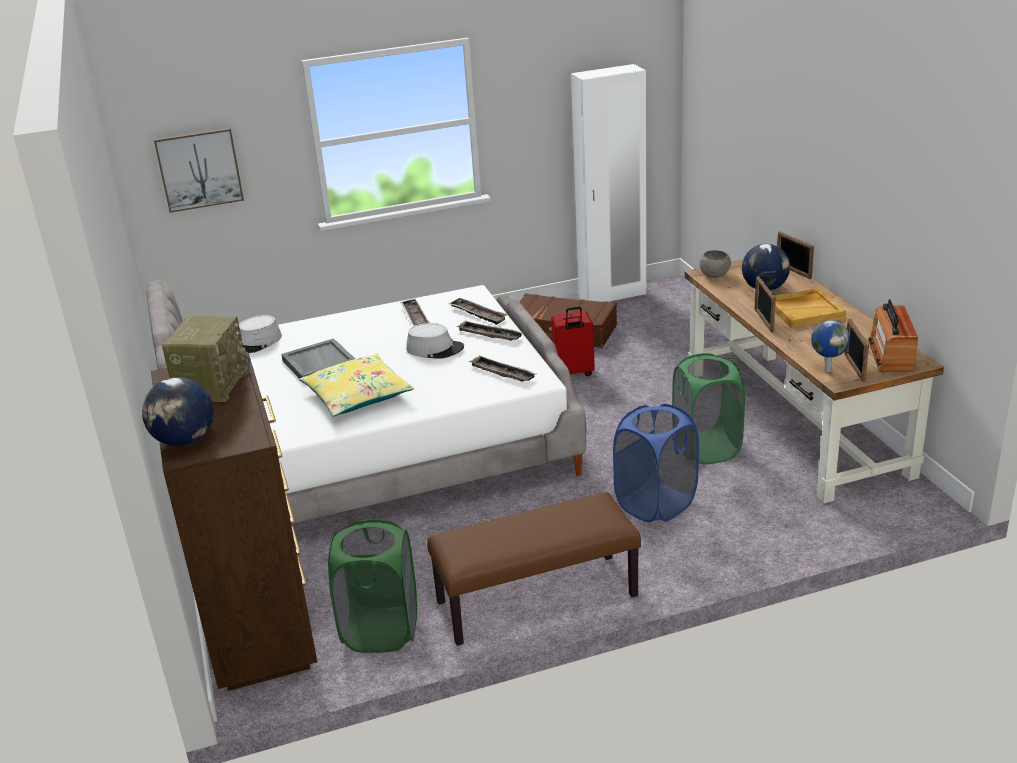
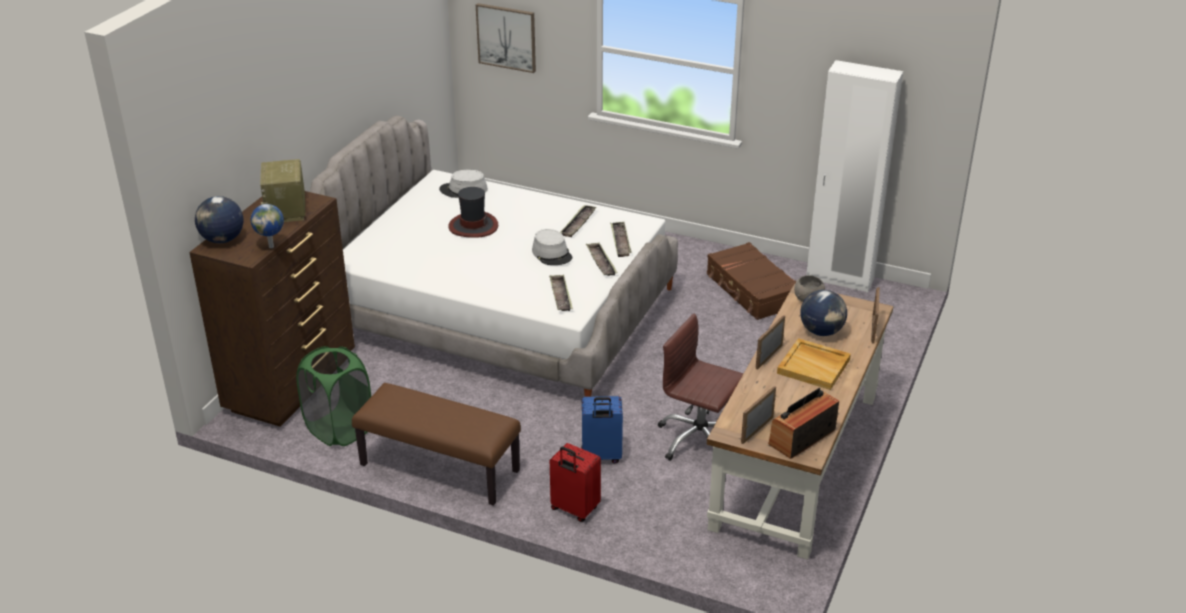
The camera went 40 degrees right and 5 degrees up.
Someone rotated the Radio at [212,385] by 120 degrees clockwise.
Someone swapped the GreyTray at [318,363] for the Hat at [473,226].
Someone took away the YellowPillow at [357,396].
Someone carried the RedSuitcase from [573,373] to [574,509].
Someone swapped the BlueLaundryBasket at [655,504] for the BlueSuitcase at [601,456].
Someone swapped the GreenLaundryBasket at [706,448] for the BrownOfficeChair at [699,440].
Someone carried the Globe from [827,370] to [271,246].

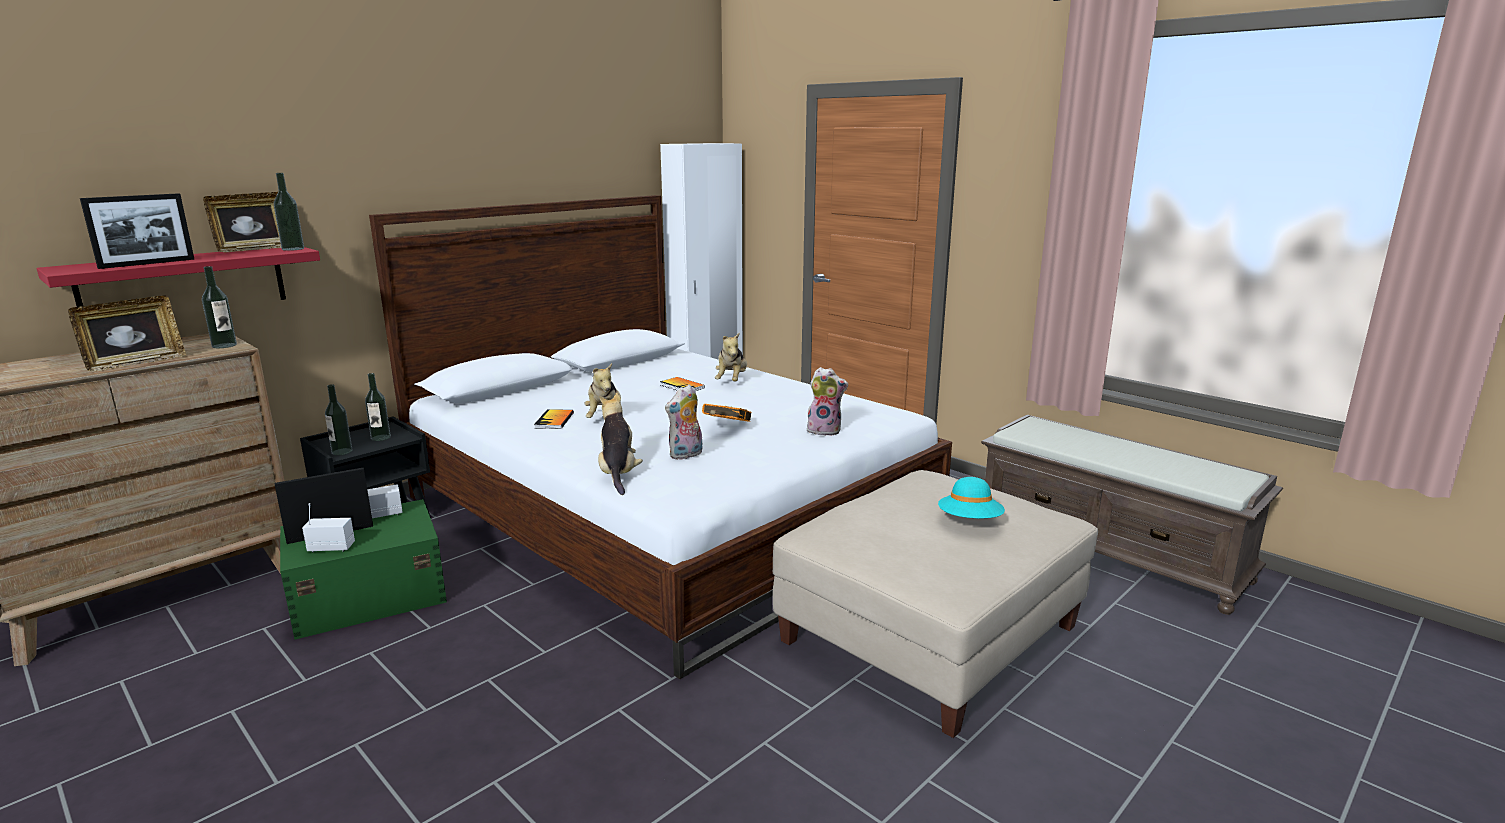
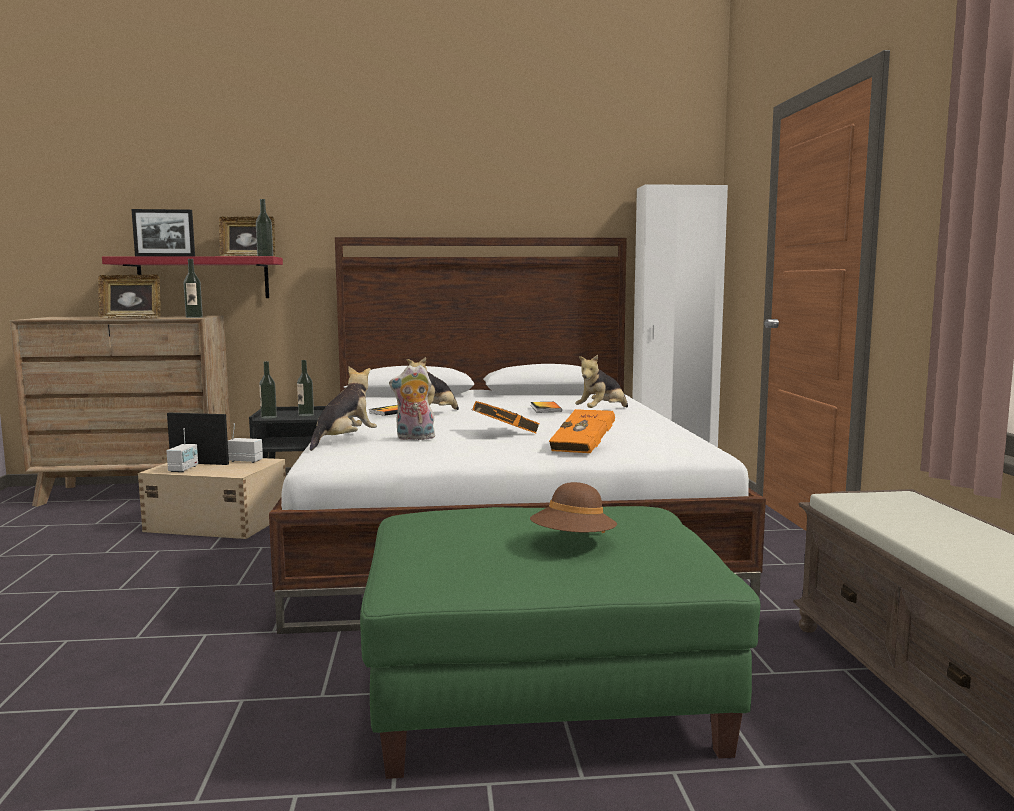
The camera went 40 degrees right and 10 degrees down.
Someone repainted the GreenStorageBox at [367,595], which became the BeigeStorageBox at [216,522].
Someone rotated the Radio at [331,547] by 60 degrees clockwise.
Someone repainted the BeigeOttoman at [929,633], which became the GreenOttoman at [543,690].
Someone swapped the PlushToy at [825,430] for the OrangeBook at [584,448].
Someone repainted the TurquoiseHat at [969,521], which became the BrownHat at [573,542].

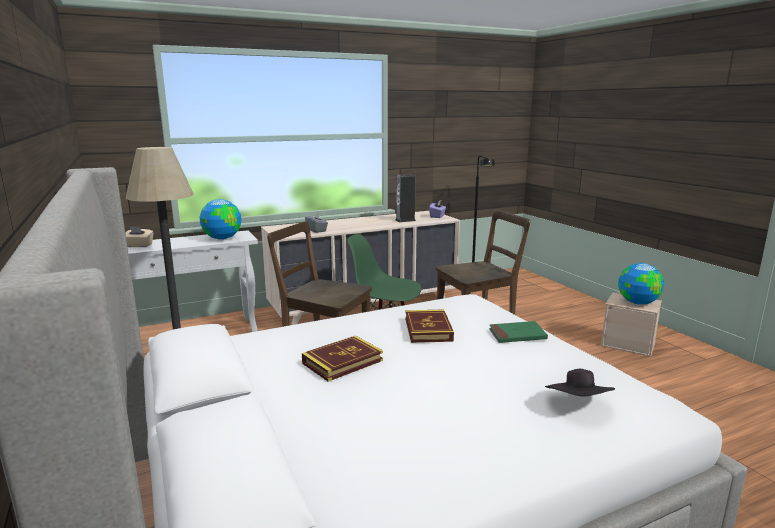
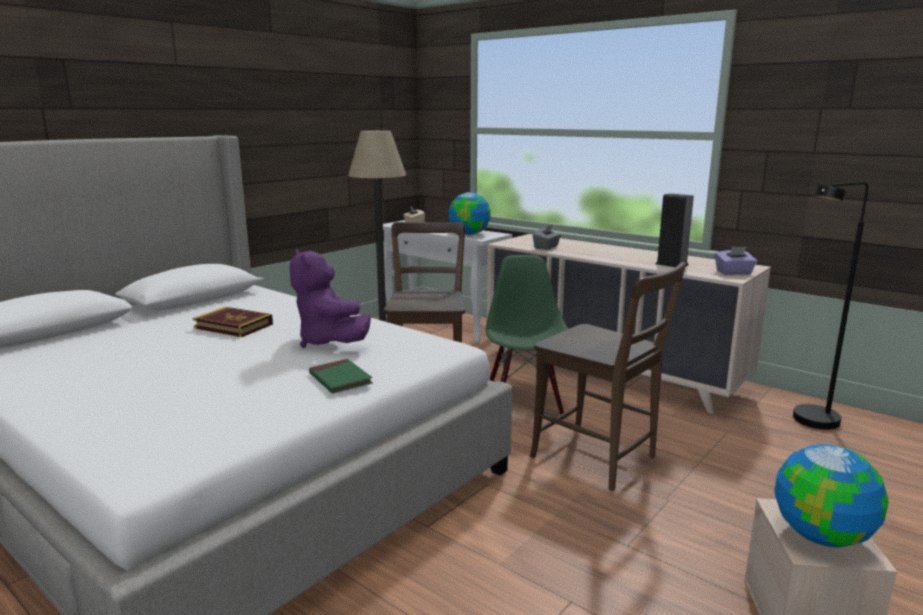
The camera went 65 degrees right and 0 degrees up.
Someone swapped the Book at [428,329] for the PurplePlushToy at [329,342].
Someone took away the BlackHat at [578,404].

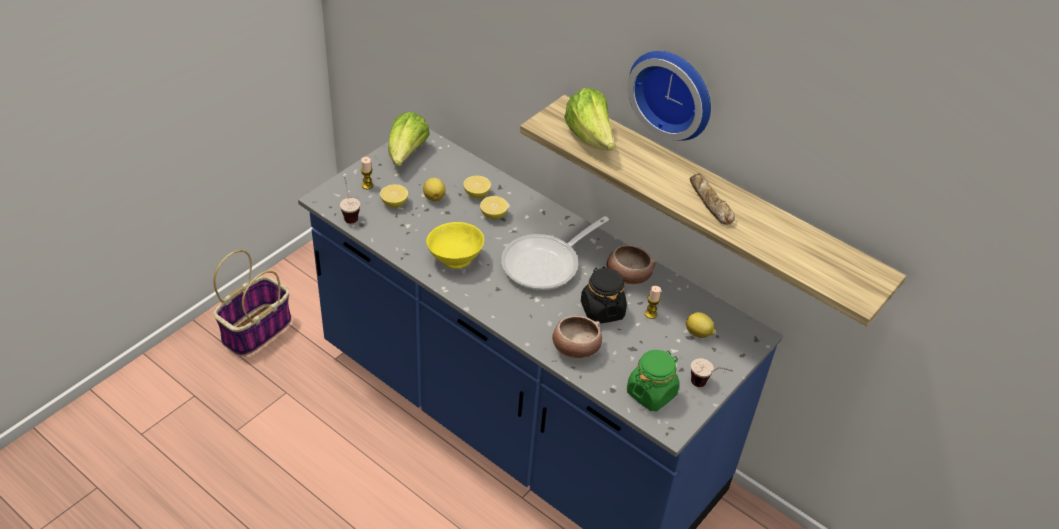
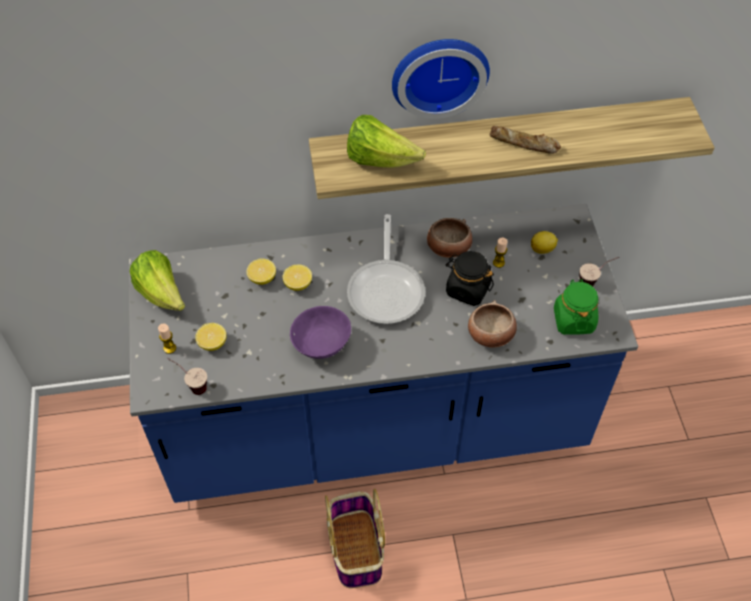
The camera went 45 degrees left and 10 degrees up.
Someone carried the Basket from [257,329] to [355,548].
Someone took away the Lemon at [434,197].
Someone repainted the YellowBowl at [455,258], which became the PurpleBowl at [321,345].

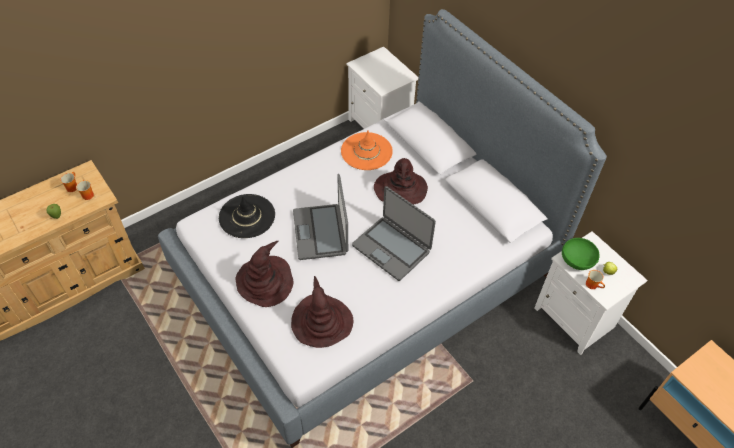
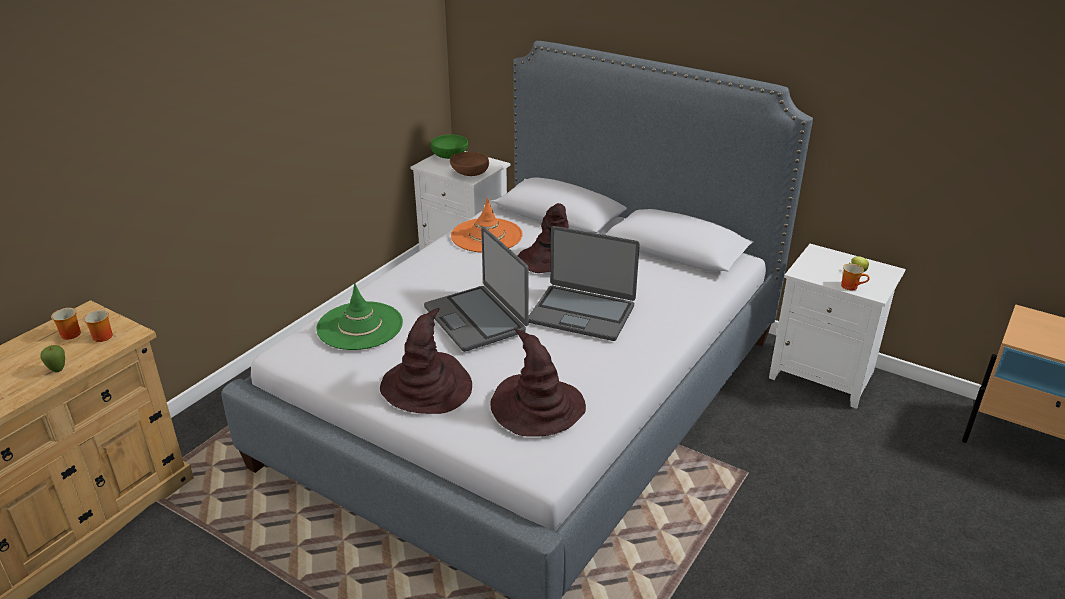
The camera went 20 degrees left and 20 degrees down.
Someone repainted the BlackHat at [247,216], which became the GreenHat at [360,326].
Someone carried the GreenBowl from [577,260] to [450,156].
Someone put down the BrownBowl at [469,174].

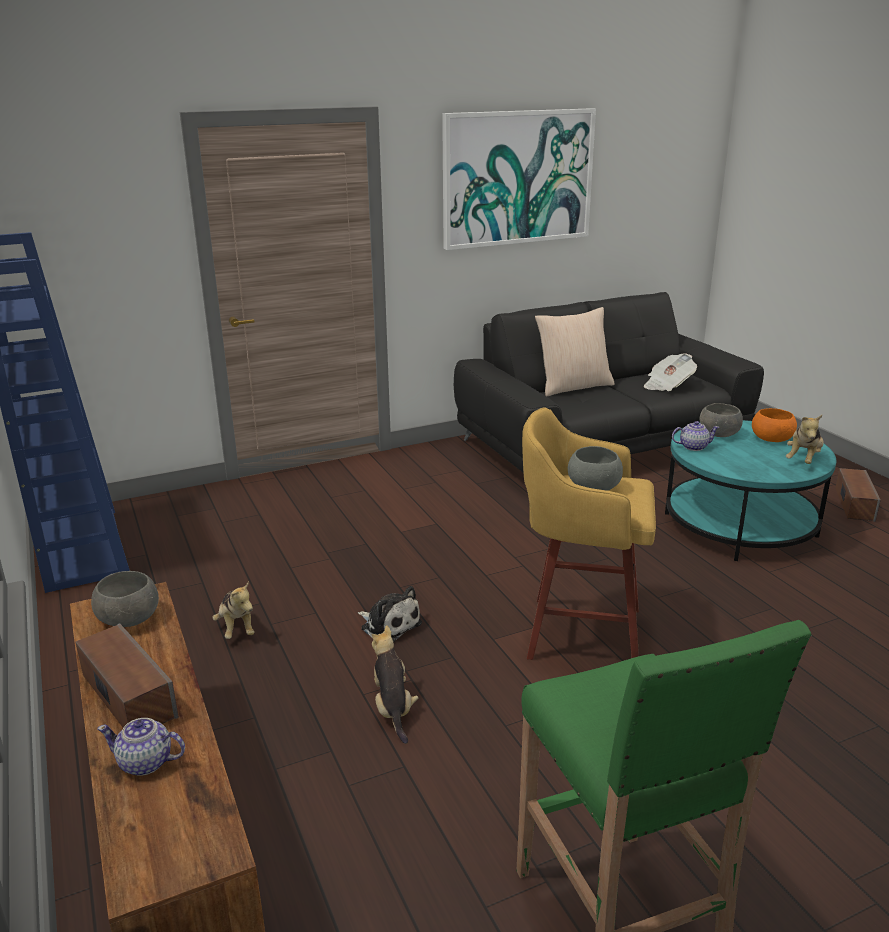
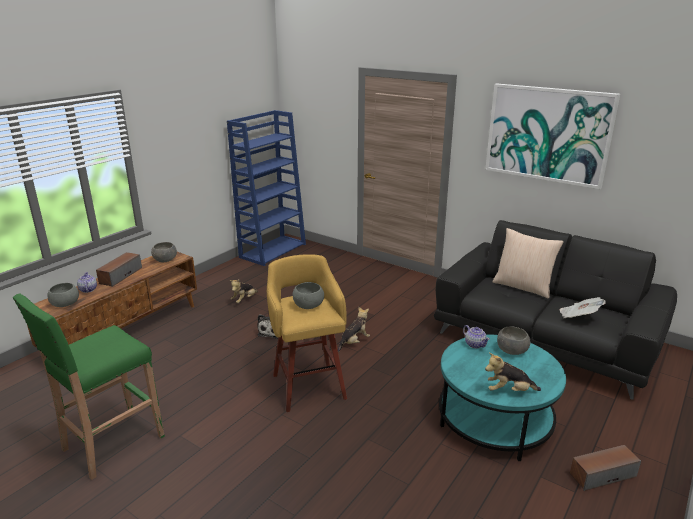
The camera went 60 degrees right and 0 degrees up.
Someone carried the PlushToy from [393,708] to [354,342].
Someone took away the OrangeBowl at [772,438].
Someone put down the GreyBowl at [65,304].

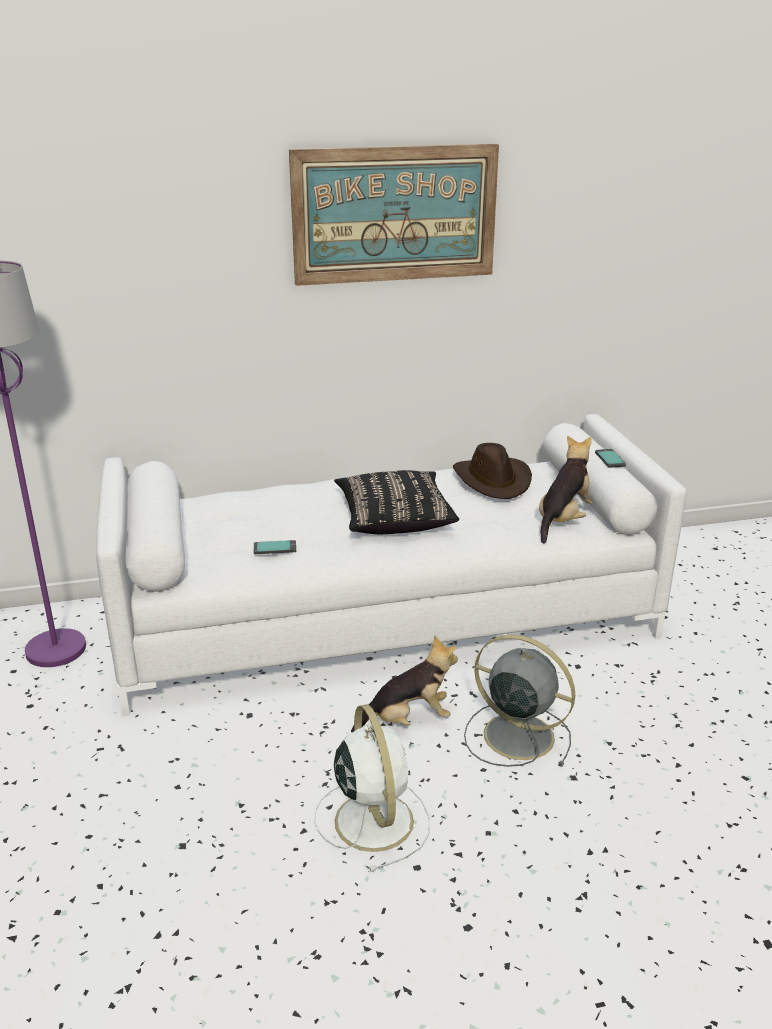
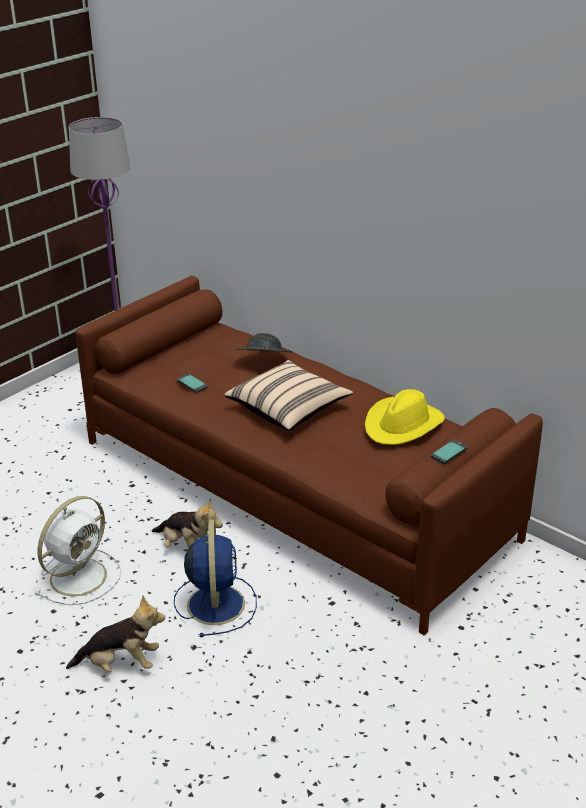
The camera went 55 degrees right and 5 degrees up.
Someone repainted the WhiteSofa at [387,617], which became the BrownSofa at [295,489].
Someone took away the Picture at [395,214].
Someone repainted the BlackPillow at [394,519], which became the BeigePillow at [289,410].
Someone repainted the BrownHat at [493,480], which became the YellowHat at [403,425].
Someone repainted the GreyFan at [515,735], which became the BlueFan at [216,603].
Someone carried the PlushToy from [563,520] to [121,664].
Someone put down the GreyHat at [263,362].

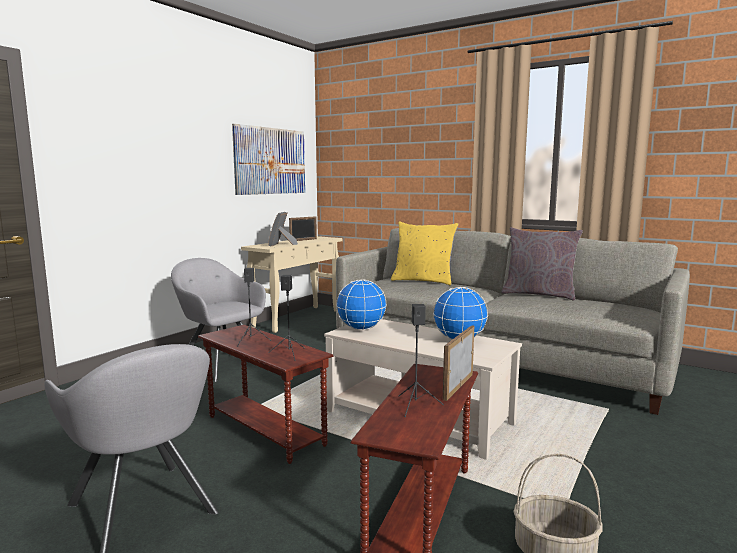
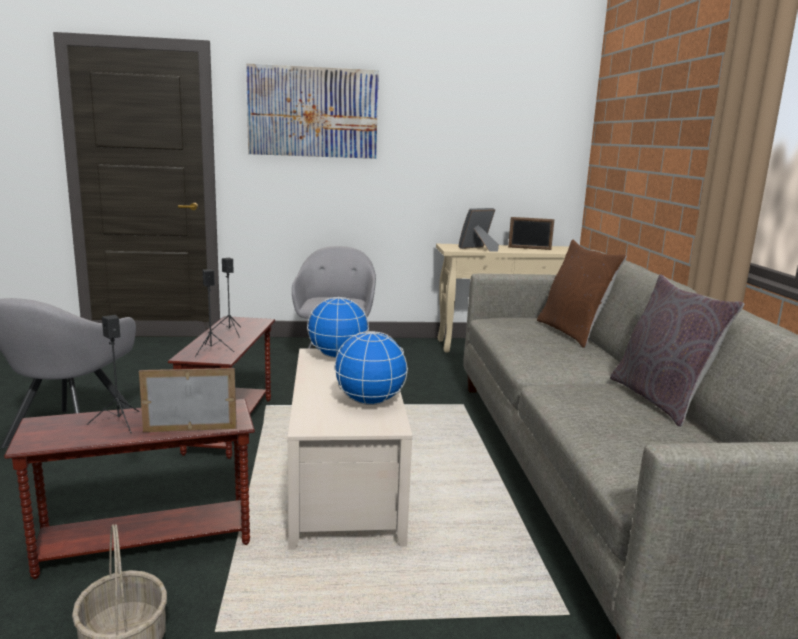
The camera went 50 degrees right and 5 degrees up.
Someone carried the Picture from [270,161] to [313,112].
Someone repainted the YellowPillow at [423,281], which became the BrownPillow at [573,333].

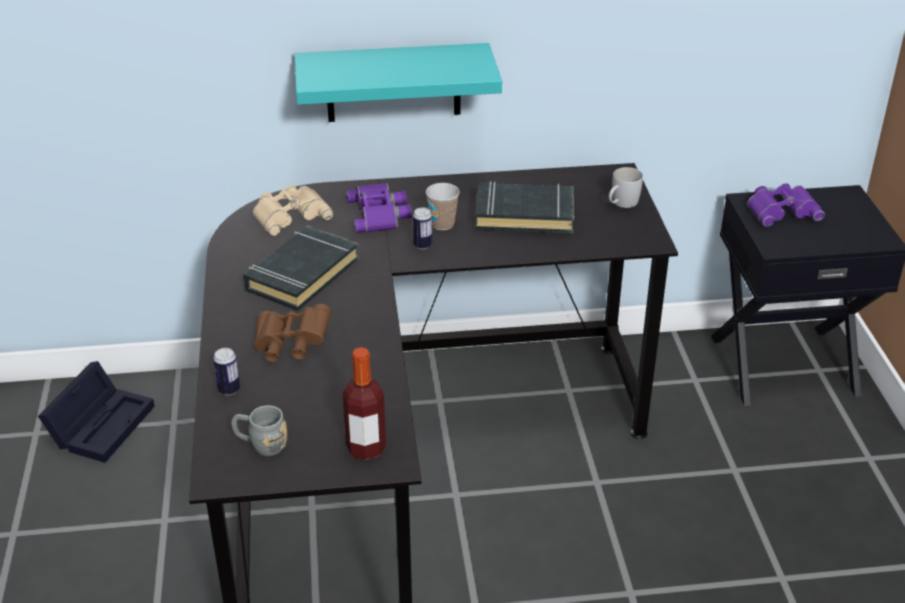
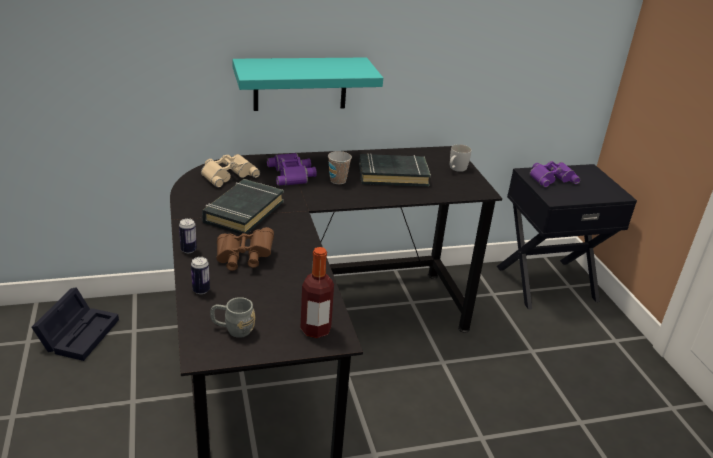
The camera went 10 degrees left and 5 degrees down.
Someone carried the Can from [422,245] to [188,250].

